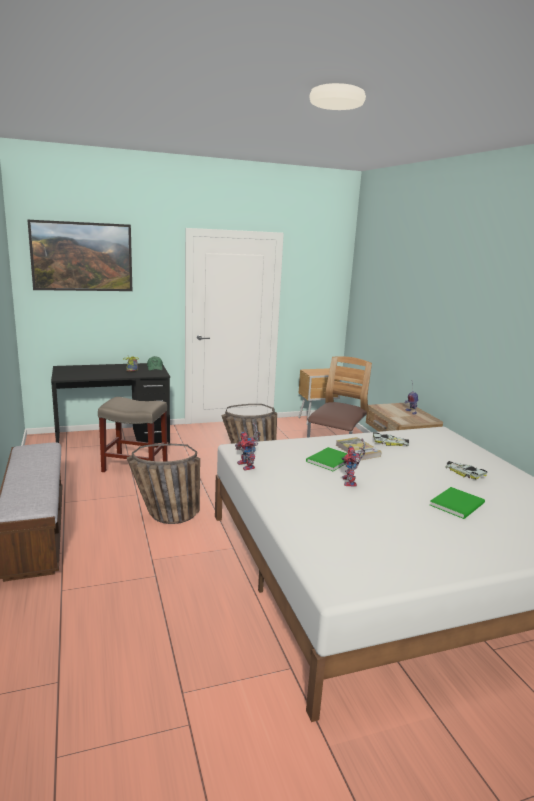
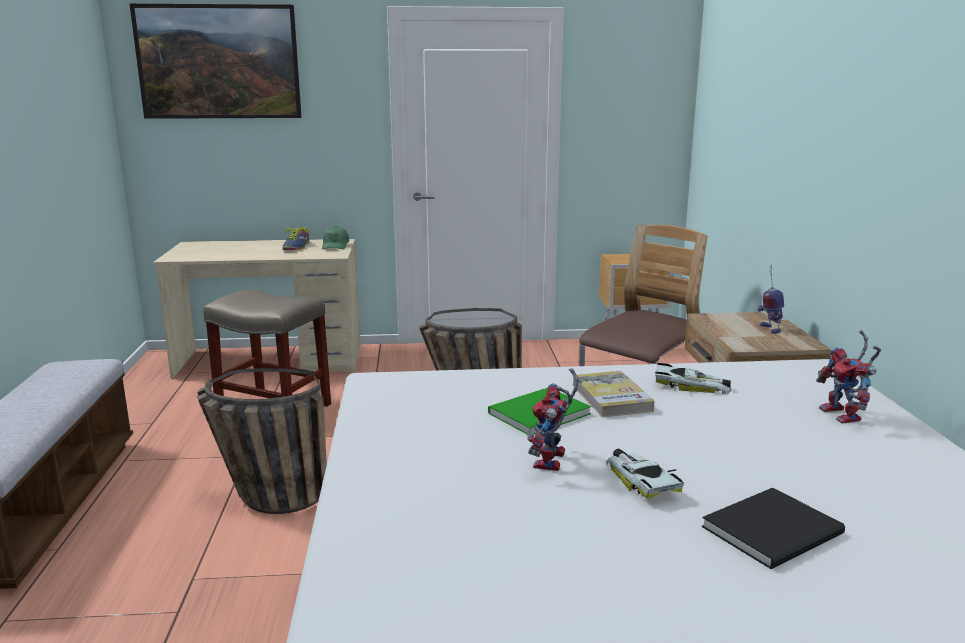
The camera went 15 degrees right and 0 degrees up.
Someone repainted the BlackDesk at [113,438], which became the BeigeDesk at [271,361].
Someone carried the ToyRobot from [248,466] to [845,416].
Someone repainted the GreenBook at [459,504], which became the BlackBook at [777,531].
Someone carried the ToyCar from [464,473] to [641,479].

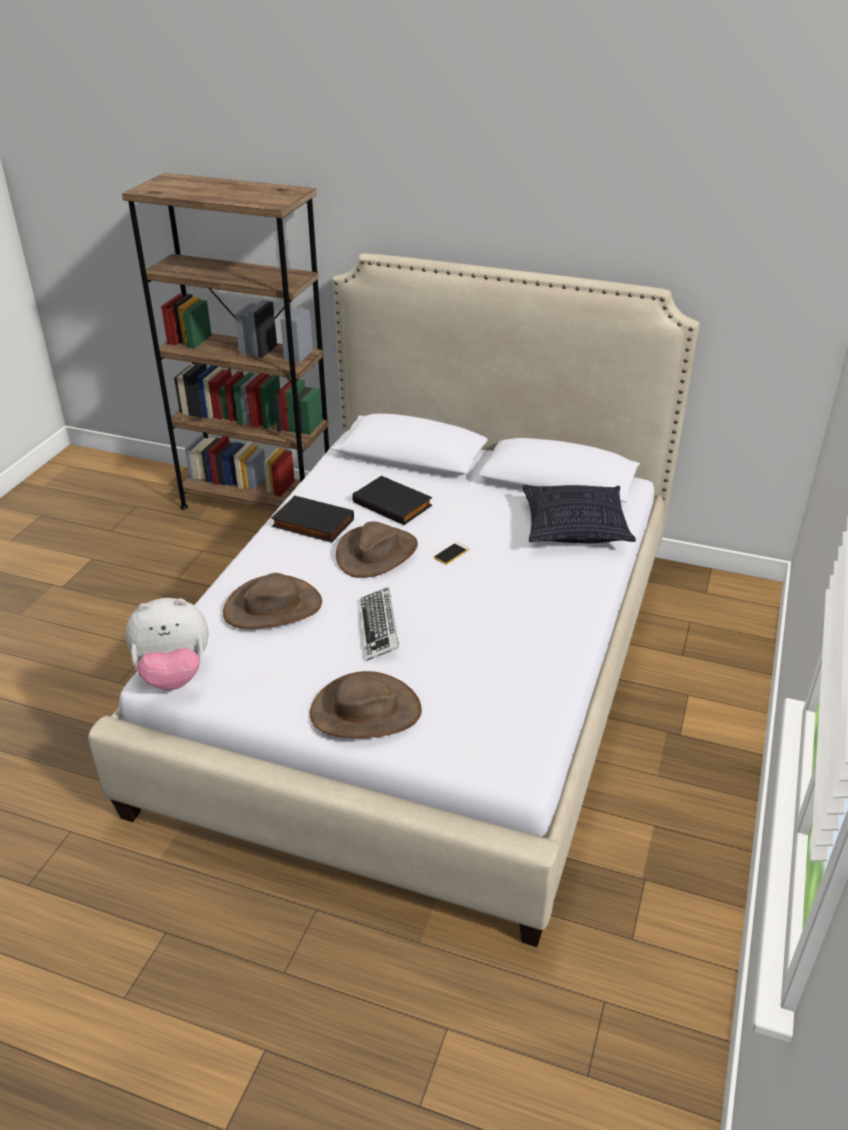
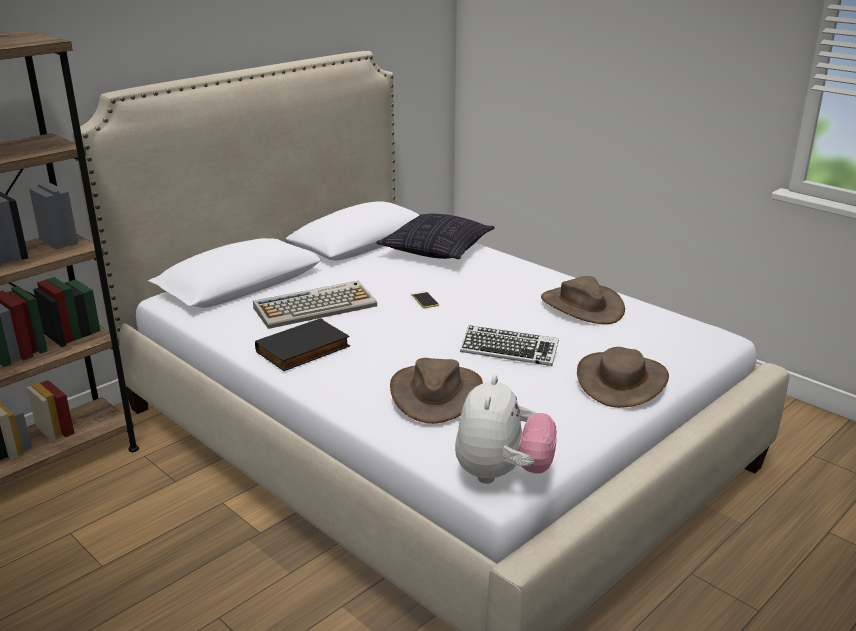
The camera went 65 degrees left and 10 degrees down.
Someone carried the BrownHat from [376,553] to [581,306].
Someone swapped the BlackBook at [394,503] for the Keyboard at [316,306].

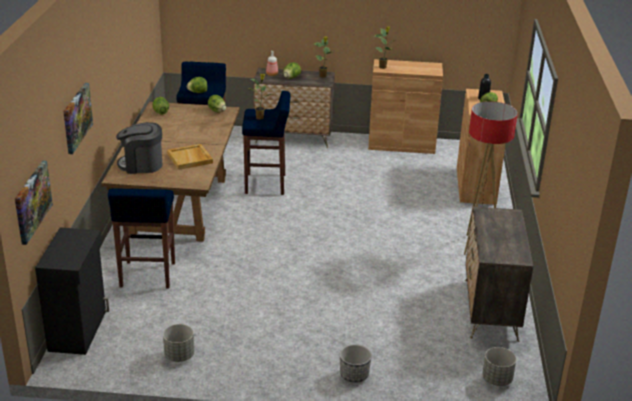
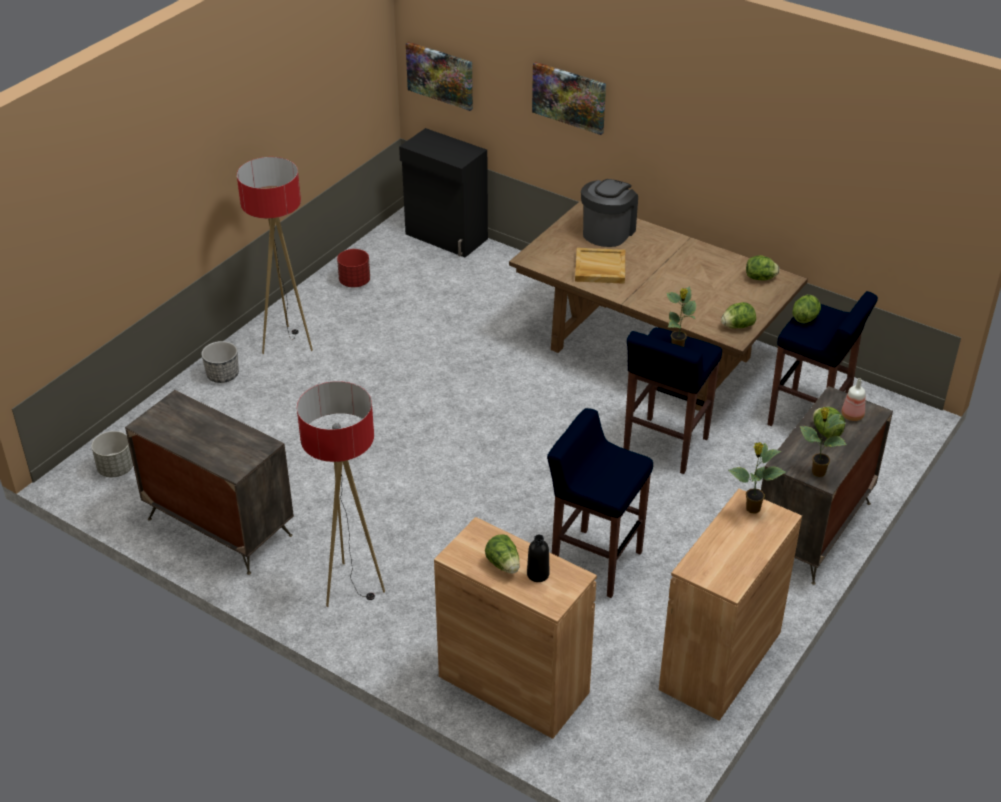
The camera went 120 degrees right and 10 degrees up.
Someone carried the BlueStool from [147,275] to [595,562].
Someone repainted the GreyPlanter at [179,356], which became the RedPlanter at [354,282].
Someone put down the FloorLamp at [287,343].

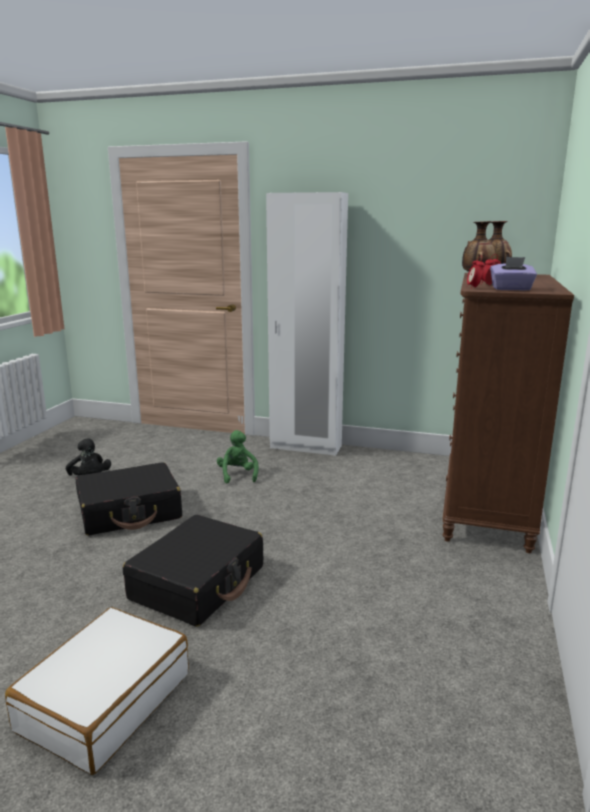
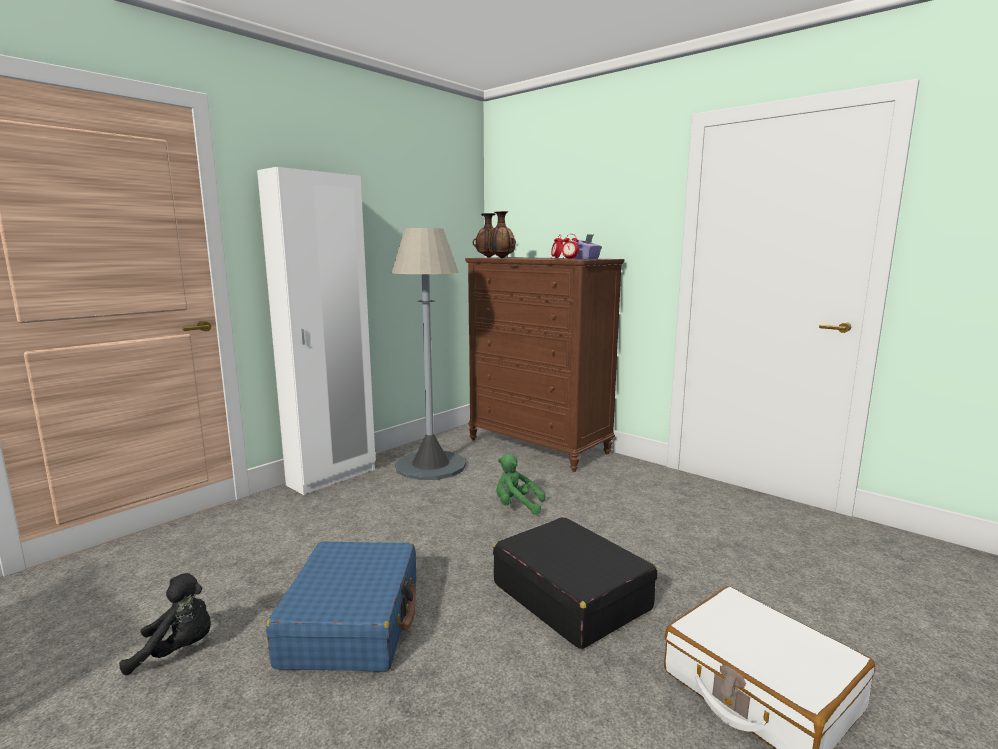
The camera went 65 degrees left and 5 degrees down.
Someone repainted the BlackSuitcase at [130,512], which became the BlueSuitcase at [352,622].
Someone carried the GreenPlushToy from [237,475] to [516,506].
Someone put down the GreyFloorLamp at [430,466].

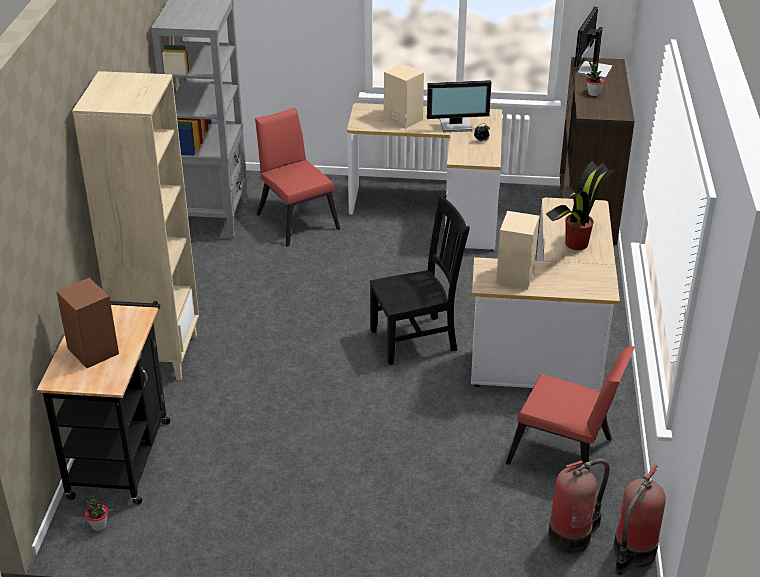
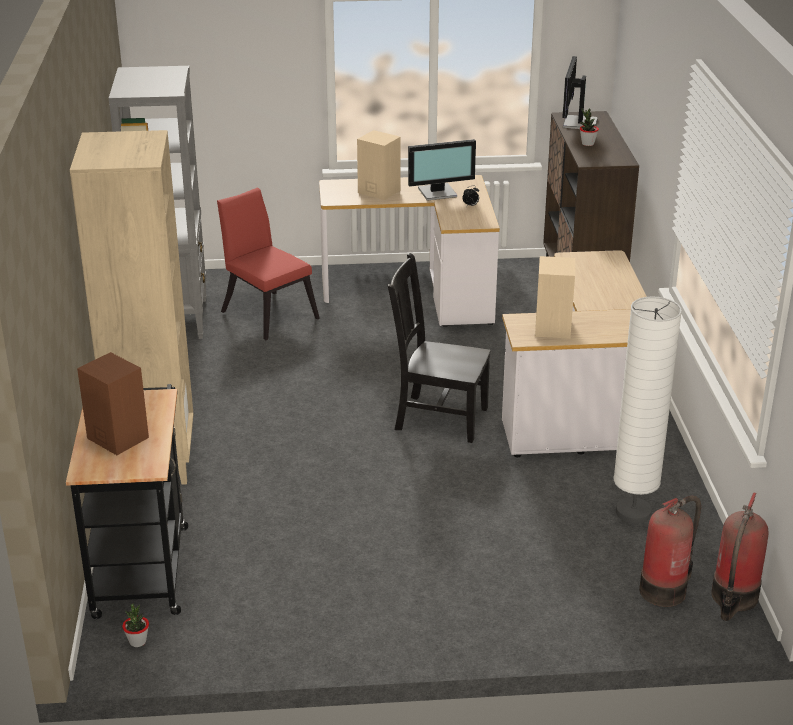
The camera went 10 degrees left and 5 degrees down.
Someone rotated the BlackChair at [416,339] by 135 degrees counterclockwise.
Someone swapped the RedChair at [565,455] for the WhiteFloorLamp at [633,513].
Someone took away the PottedPlant at [575,244].

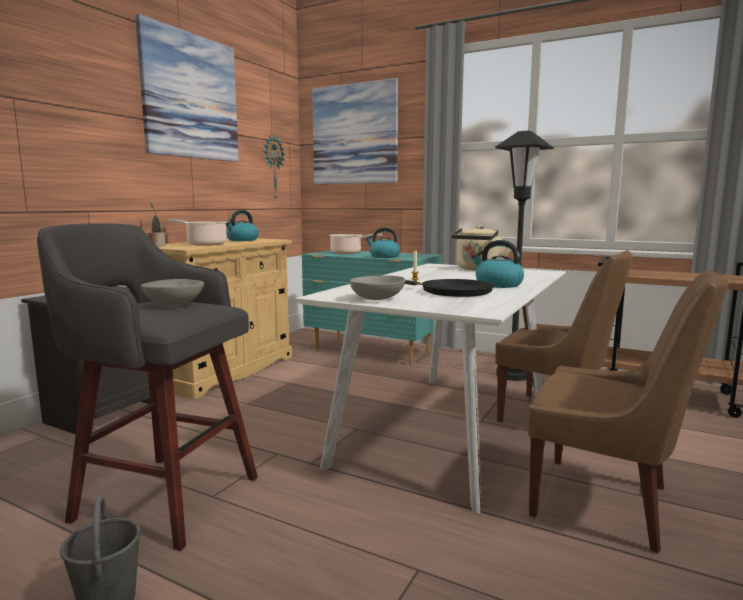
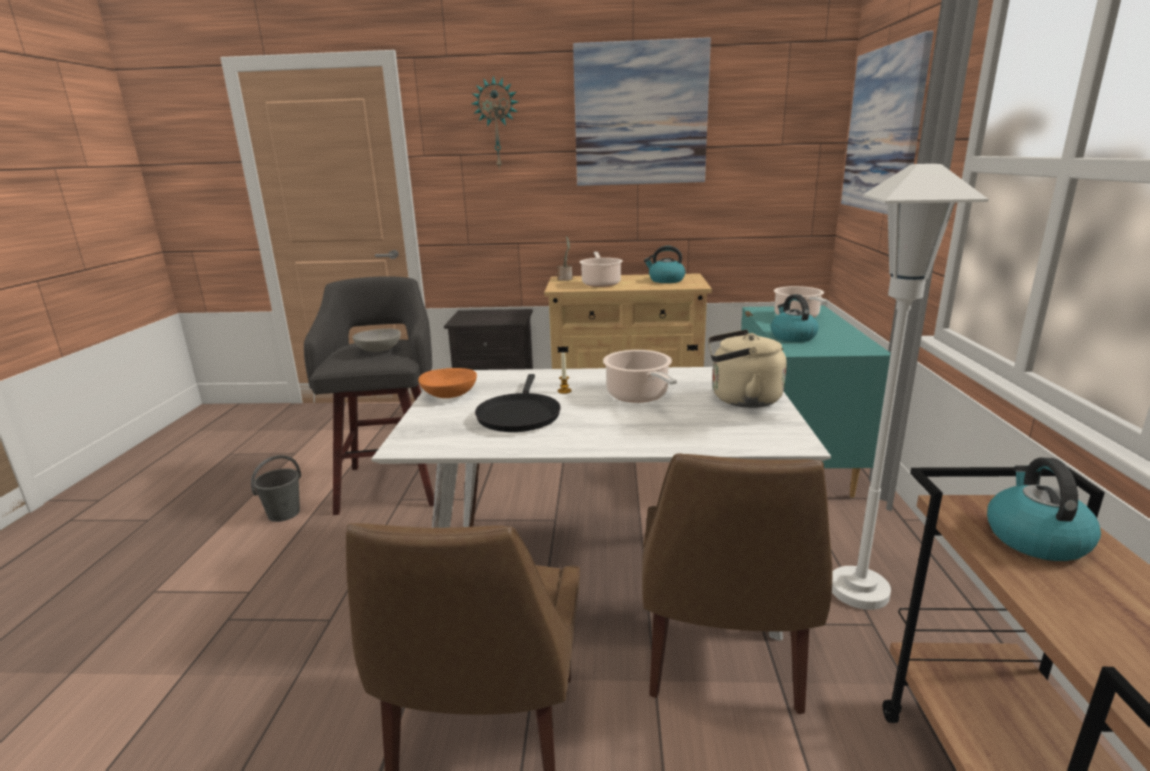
The camera went 65 degrees right and 10 degrees up.
Someone carried the WallClock from [272,167] to [496,123].
Someone repainted the GreyBowl at [378,299], which became the OrangeBowl at [449,396].
Someone carried the Kettle from [497,285] to [1034,538].
Someone repainted the BlackFloorLamp at [512,375], which became the WhiteFloorLamp at [859,591].
Someone put down the CookingPot at [639,396].

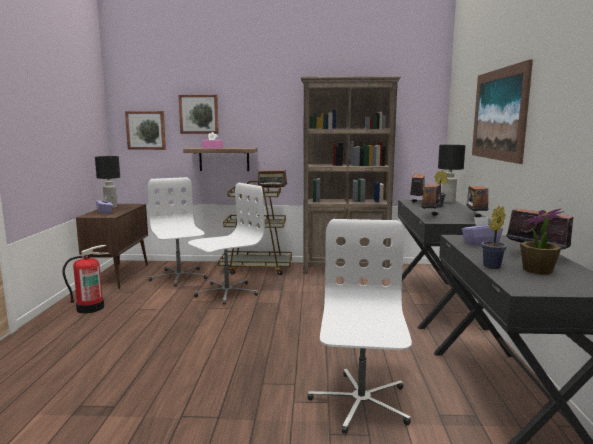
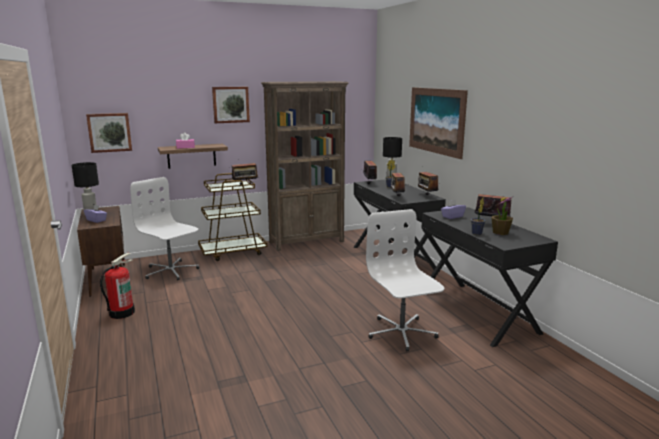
The camera went 25 degrees left and 5 degrees up.
Someone carried the Picture from [199,114] to [230,104].
Someone took away the WhiteOfficeChair at [226,292].

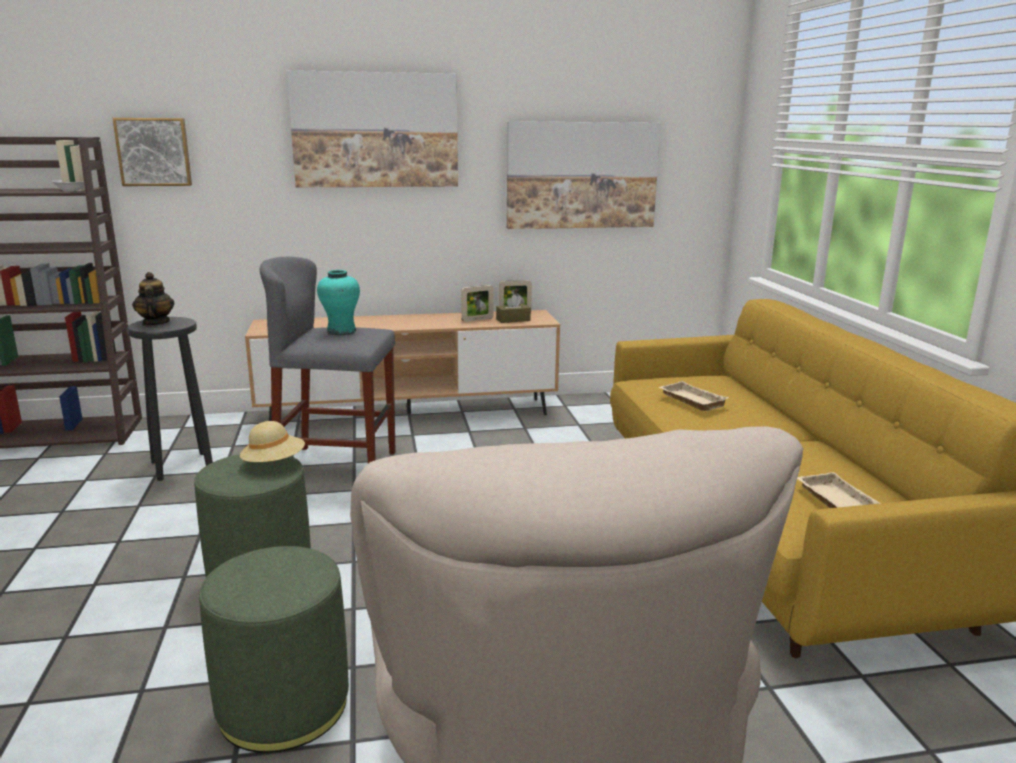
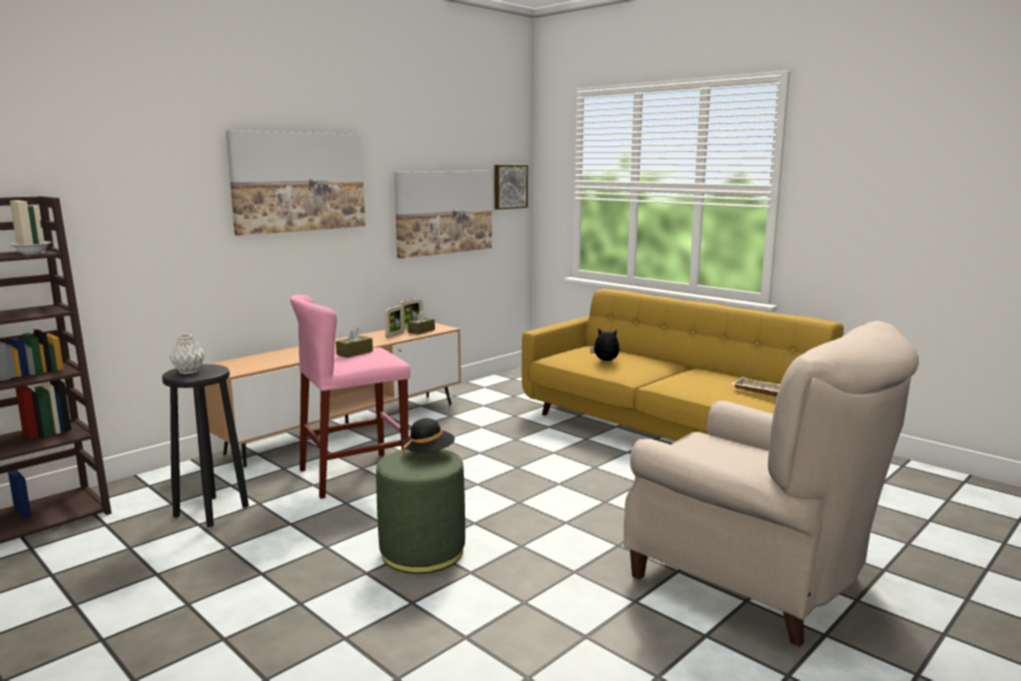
The camera went 35 degrees left and 5 degrees down.
Someone carried the Picture from [154,152] to [509,186].
Someone swapped the Teapot at [155,323] for the GreyVase at [188,372].
Someone took away the GreenOttoman at [283,705].
Someone repainted the BeigeHat at [274,463], which became the BlackHat at [429,453].
Someone repainted the GreyStool at [337,467], which became the PinkStool at [354,474].
Someone swapped the TurquoiseVase at [341,331] for the BrownTissueBox at [354,353].
Someone swapped the BeigeTray at [690,400] for the PlushToy at [605,361].

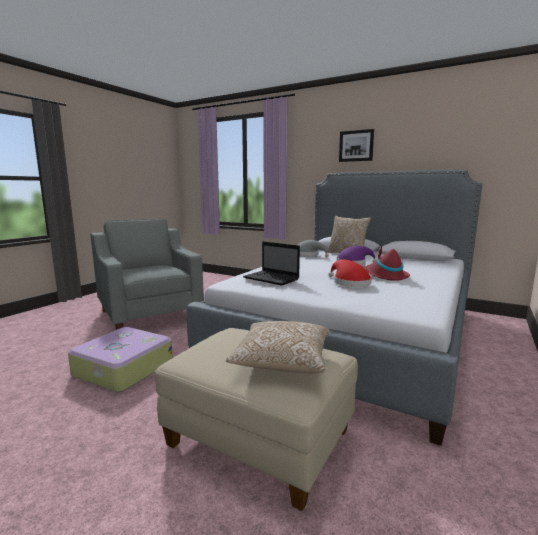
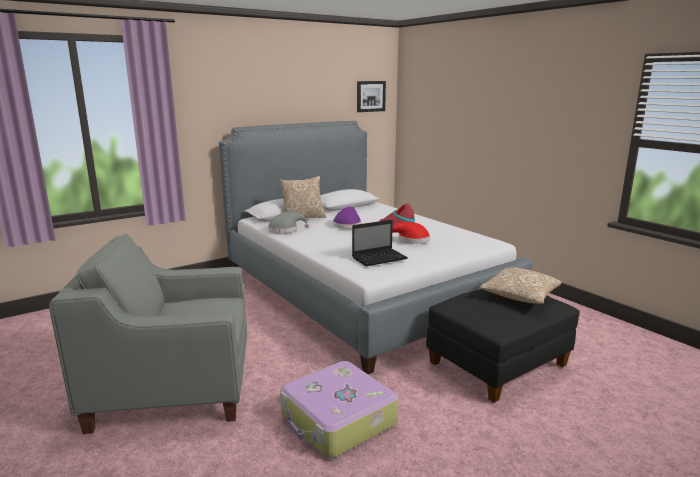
The camera went 65 degrees left and 5 degrees up.
Someone repainted the BeigeOttoman at [260,439], which became the BlackOttoman at [497,364].
Someone carried the Picture from [356,146] to [370,96].

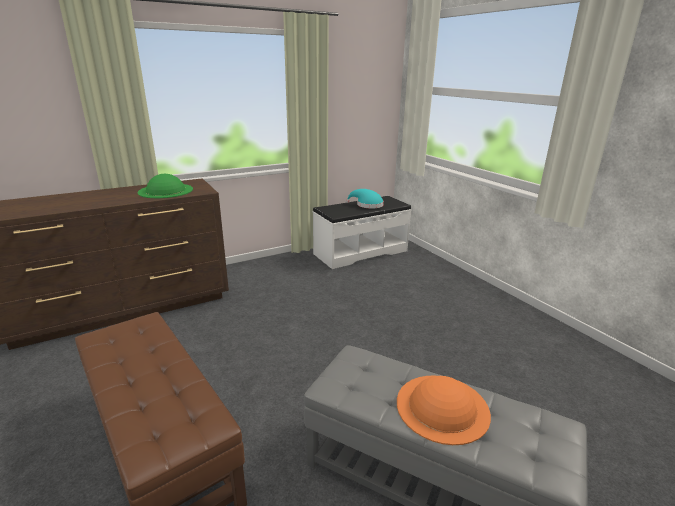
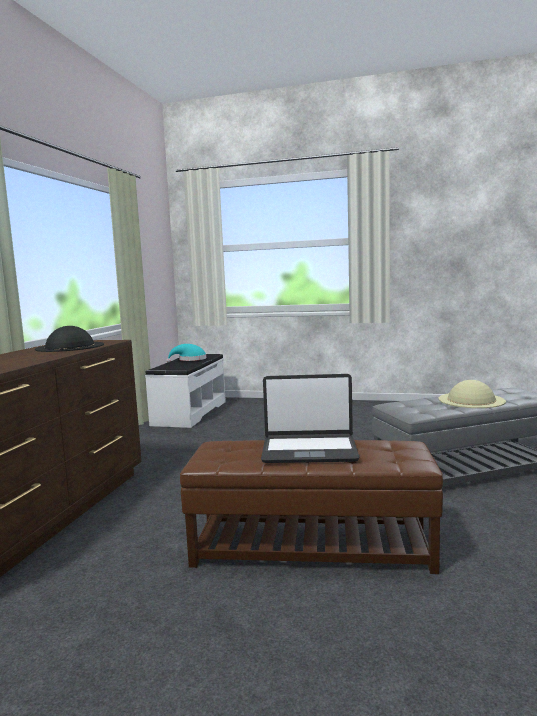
The camera went 45 degrees left and 15 degrees down.
Someone repainted the GreenHat at [165,190], which became the BlackHat at [70,347].
Someone repainted the OrangeHat at [442,407], which became the BeigeHat at [471,400].
Someone put down the Laptop at [309,450].

